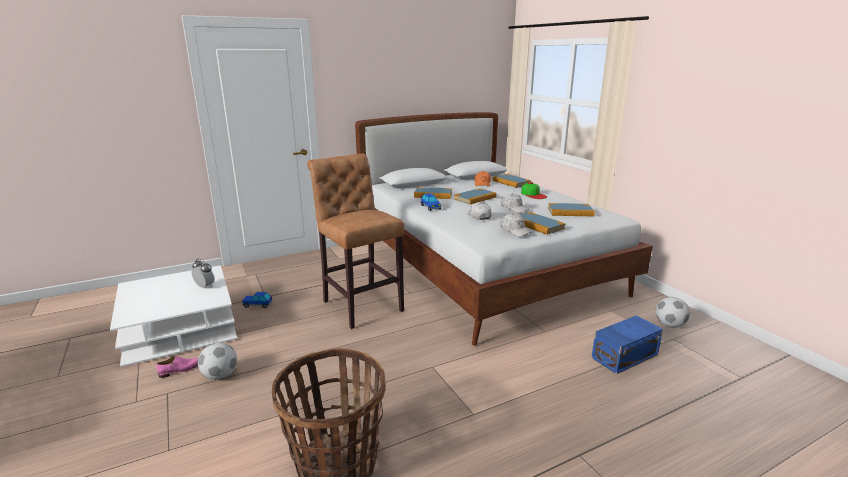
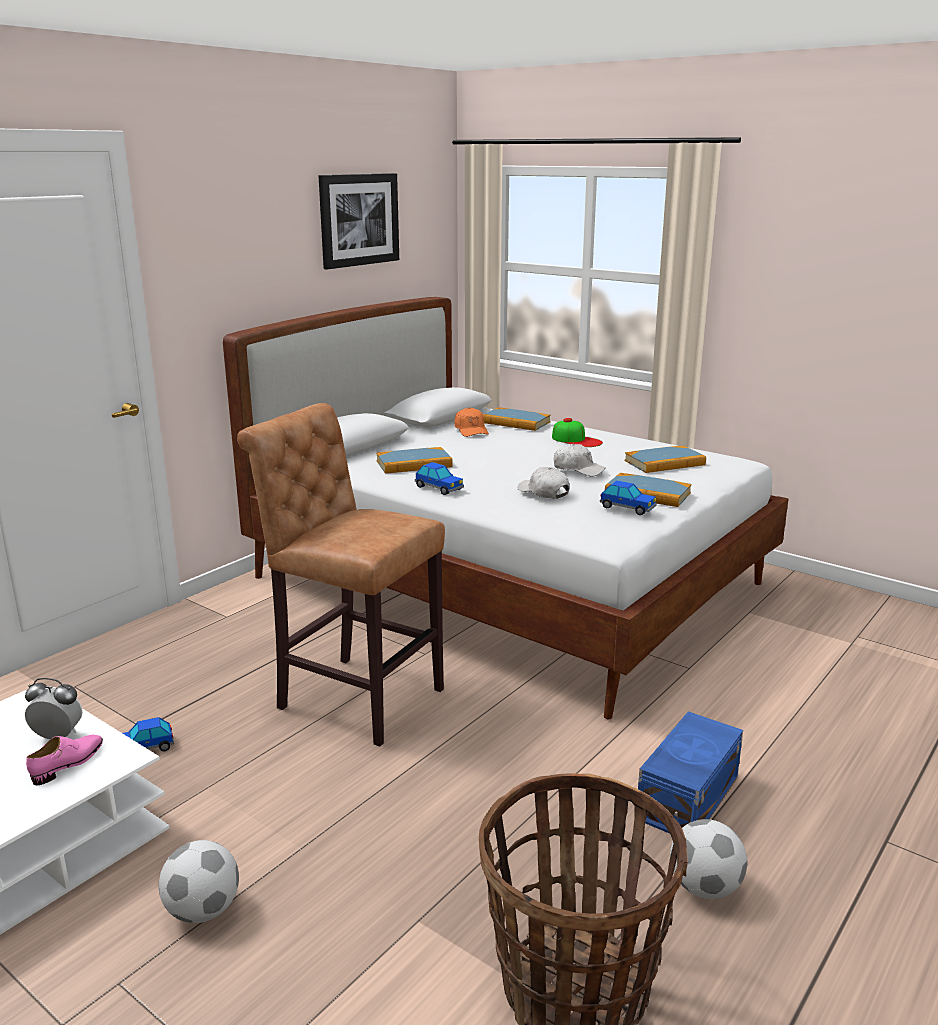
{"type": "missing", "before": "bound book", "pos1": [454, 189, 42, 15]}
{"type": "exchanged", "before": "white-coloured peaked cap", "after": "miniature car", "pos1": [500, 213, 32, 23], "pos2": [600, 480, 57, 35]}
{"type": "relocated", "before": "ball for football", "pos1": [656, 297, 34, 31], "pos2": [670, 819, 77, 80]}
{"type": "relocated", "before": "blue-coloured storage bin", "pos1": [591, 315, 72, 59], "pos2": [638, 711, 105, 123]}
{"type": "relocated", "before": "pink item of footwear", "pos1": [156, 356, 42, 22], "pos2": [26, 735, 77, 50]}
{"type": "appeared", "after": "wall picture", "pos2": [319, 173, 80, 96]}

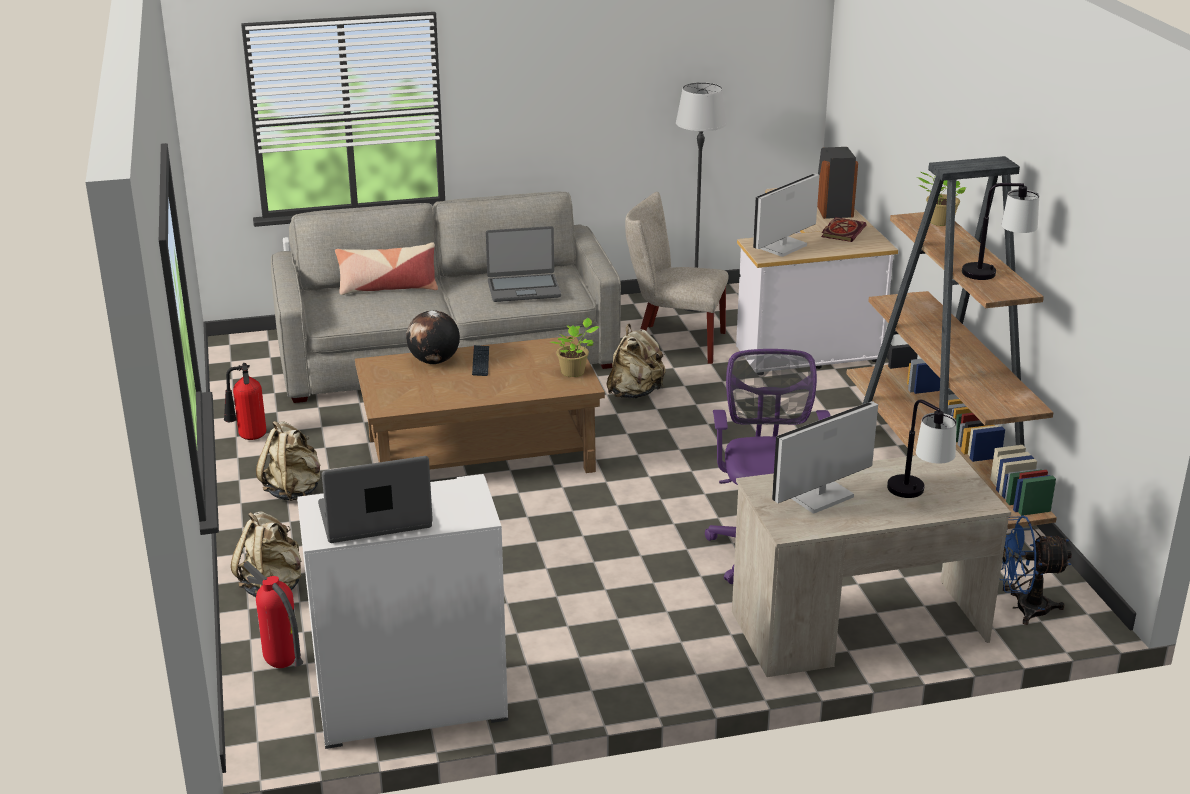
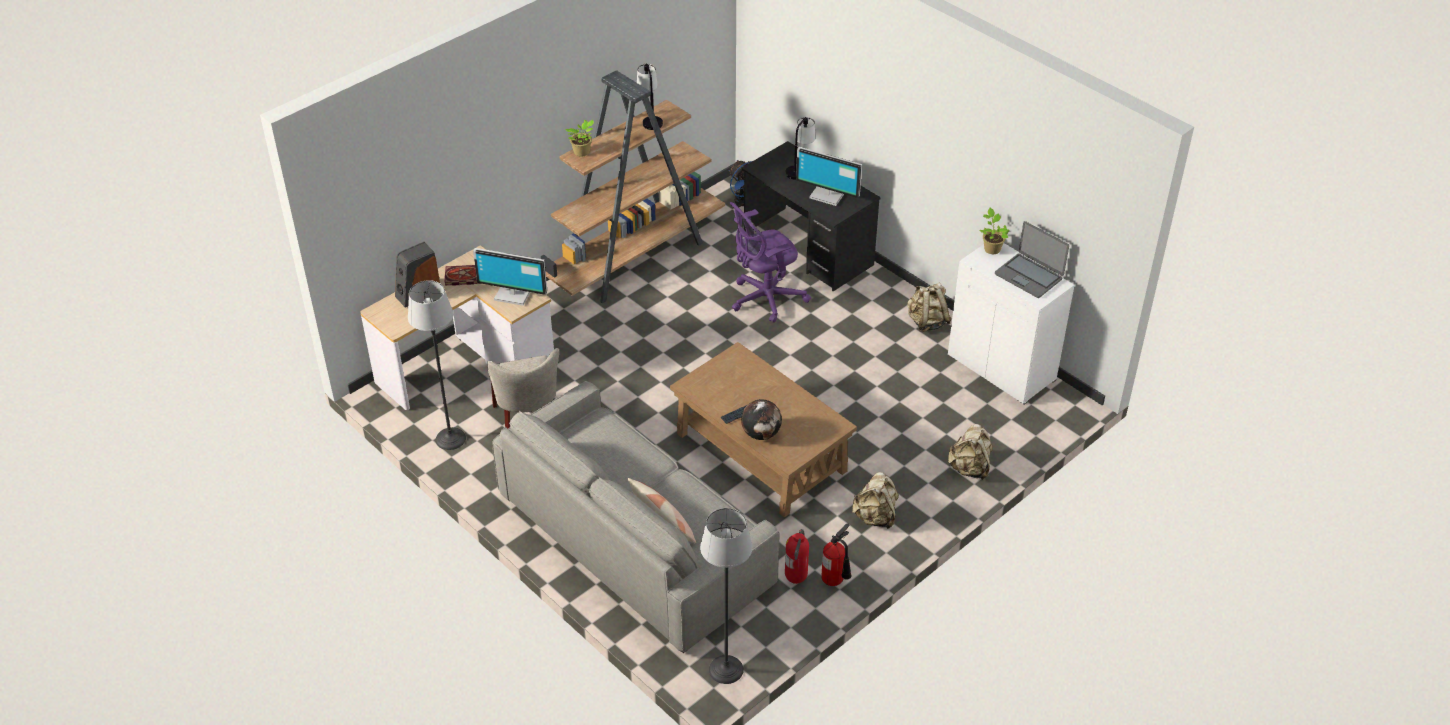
{"type": "missing", "before": "notebook computer", "pos1": [486, 226, 75, 76]}
{"type": "relocated", "before": "potted plant", "pos1": [550, 318, 49, 59], "pos2": [979, 208, 31, 46]}
{"type": "relocated", "before": "beige-coloured knapsack", "pos1": [607, 324, 59, 75], "pos2": [907, 283, 44, 49]}
{"type": "colour", "before": "beige-coloured desk table", "after": "black desk table", "pos1": [732, 450, 279, 227], "pos2": [741, 141, 140, 150]}
{"type": "relocated", "before": "fire extinguisher", "pos1": [243, 561, 60, 107], "pos2": [785, 529, 24, 55]}
{"type": "appeared", "after": "standard lamp", "pos2": [700, 508, 52, 176]}

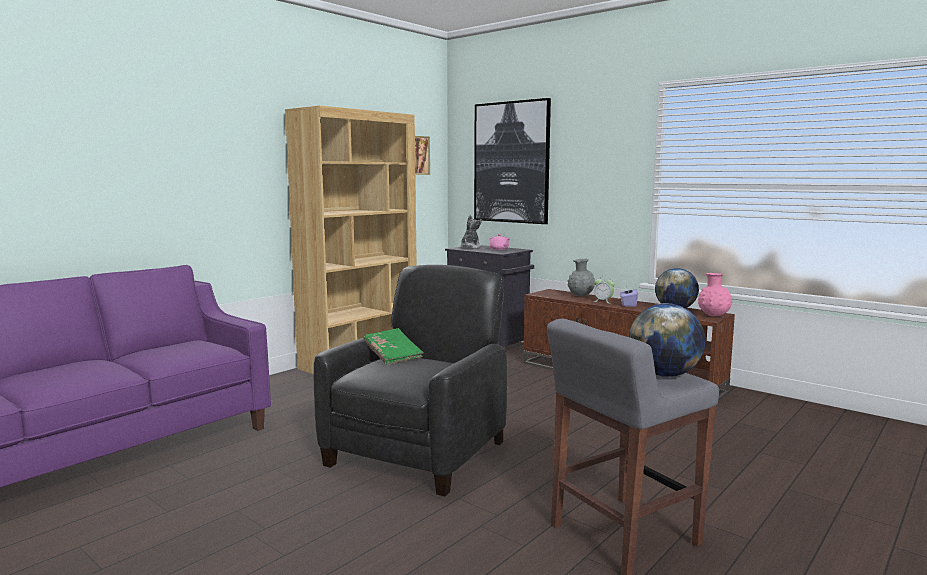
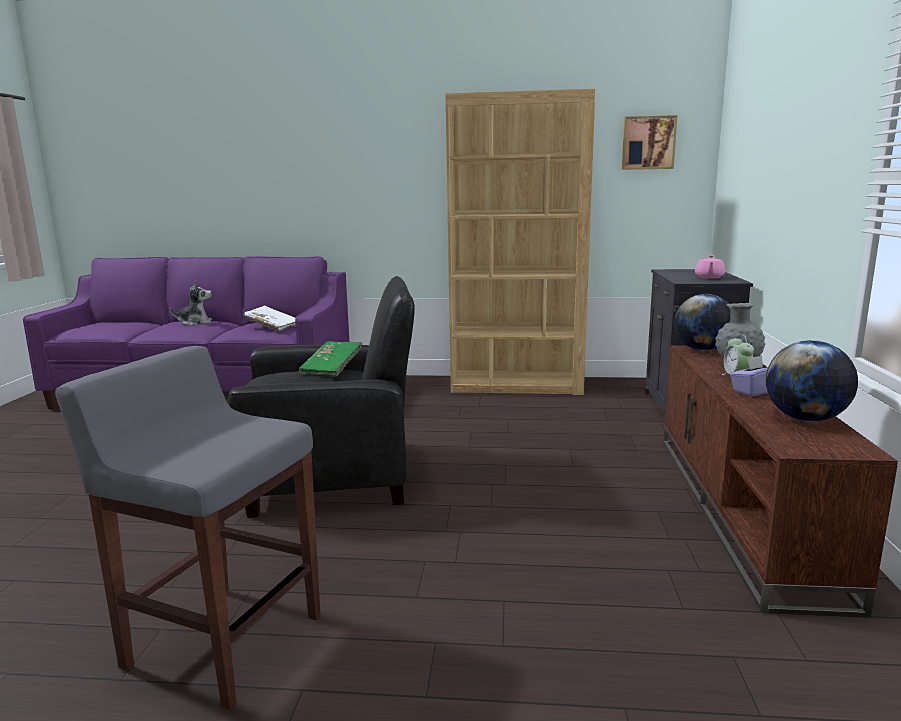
{"type": "missing", "before": "wall picture", "pos1": [474, 98, 77, 126]}
{"type": "relocated", "before": "cuddly toy", "pos1": [460, 215, 22, 34], "pos2": [170, 280, 42, 45]}
{"type": "missing", "before": "pink vase", "pos1": [698, 273, 34, 43]}
{"type": "relocated", "before": "globe", "pos1": [629, 303, 77, 74], "pos2": [674, 294, 56, 57]}
{"type": "appeared", "after": "white-coloured bound book", "pos2": [243, 305, 53, 27]}

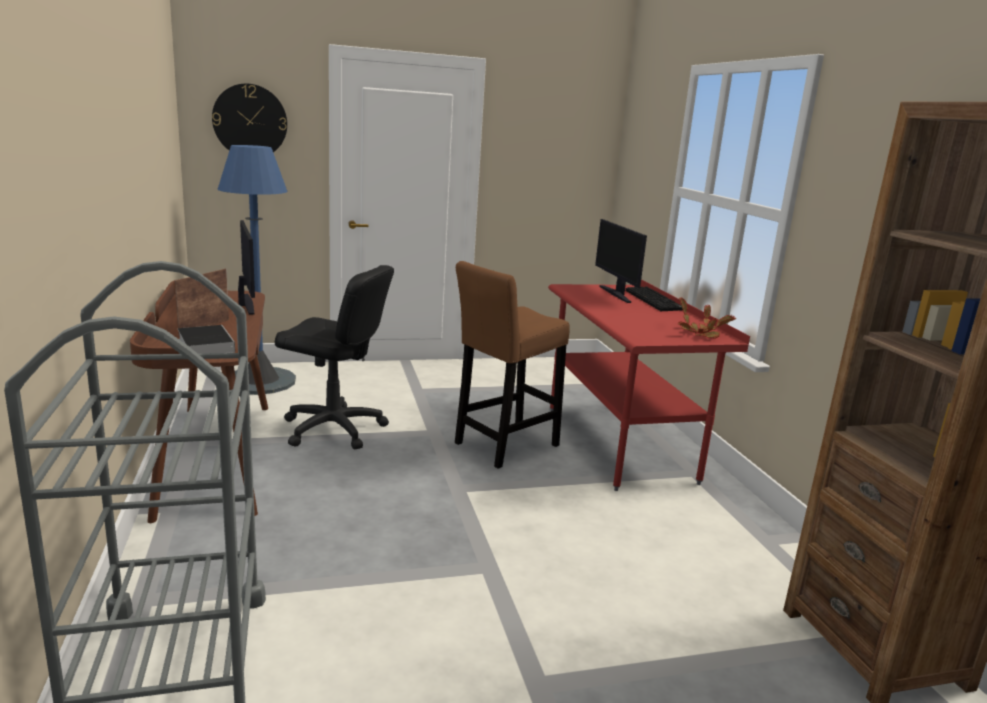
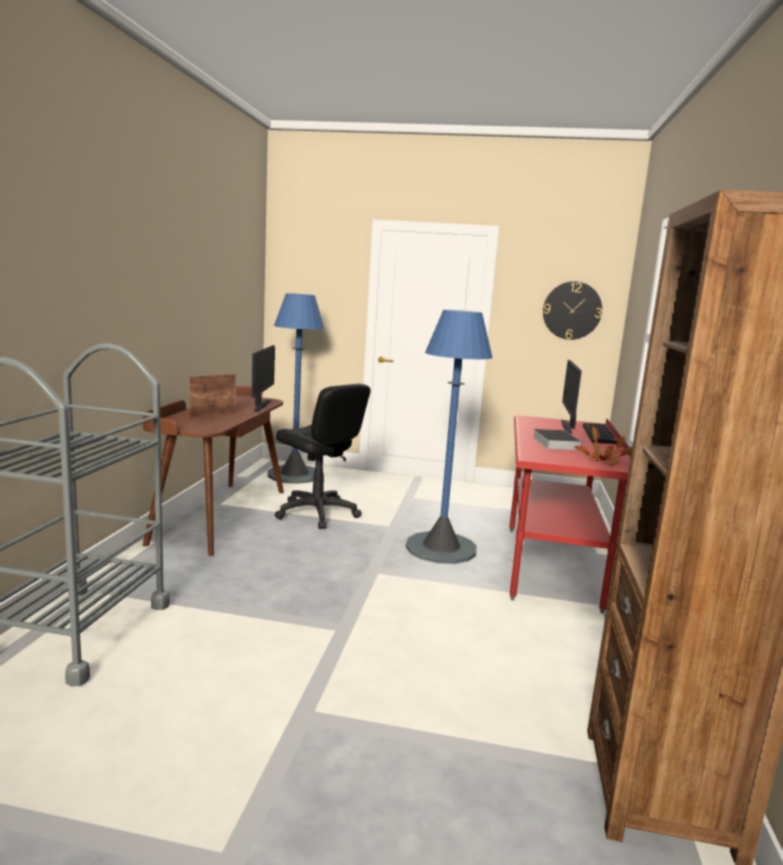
{"type": "relocated", "before": "clock on the wall", "pos1": [212, 84, 75, 68], "pos2": [543, 281, 59, 59]}
{"type": "exchanged", "before": "brownish stool", "after": "blue-coloured standard lamp", "pos1": [455, 261, 115, 208], "pos2": [406, 310, 86, 254]}
{"type": "relocated", "before": "bound book", "pos1": [178, 325, 57, 29], "pos2": [532, 429, 50, 21]}

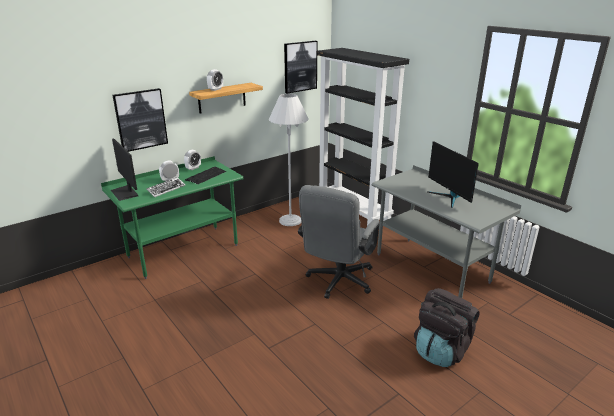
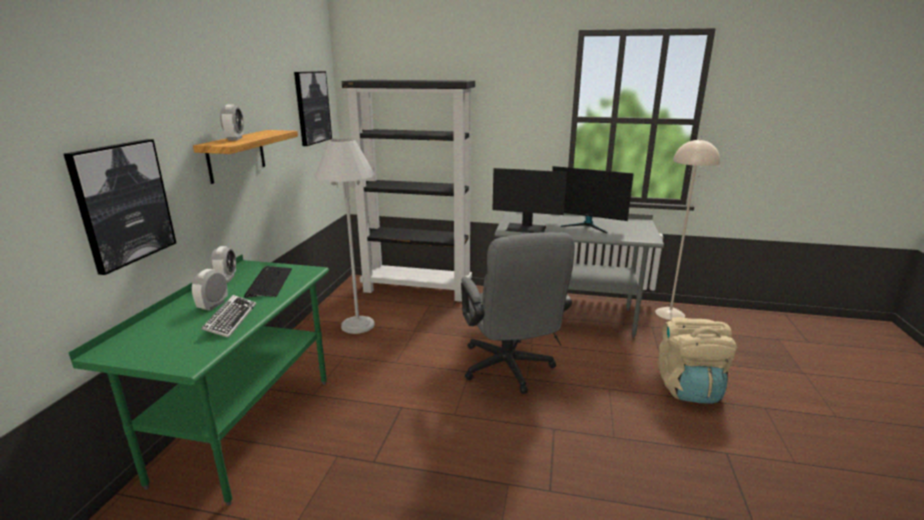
{"type": "relocated", "before": "computer display", "pos1": [111, 138, 27, 63], "pos2": [493, 168, 74, 65]}
{"type": "colour", "before": "black knapsack", "after": "beige-coloured knapsack", "pos1": [414, 288, 66, 79], "pos2": [658, 317, 79, 86]}
{"type": "appeared", "after": "beige-coloured standard lamp", "pos2": [655, 139, 65, 181]}

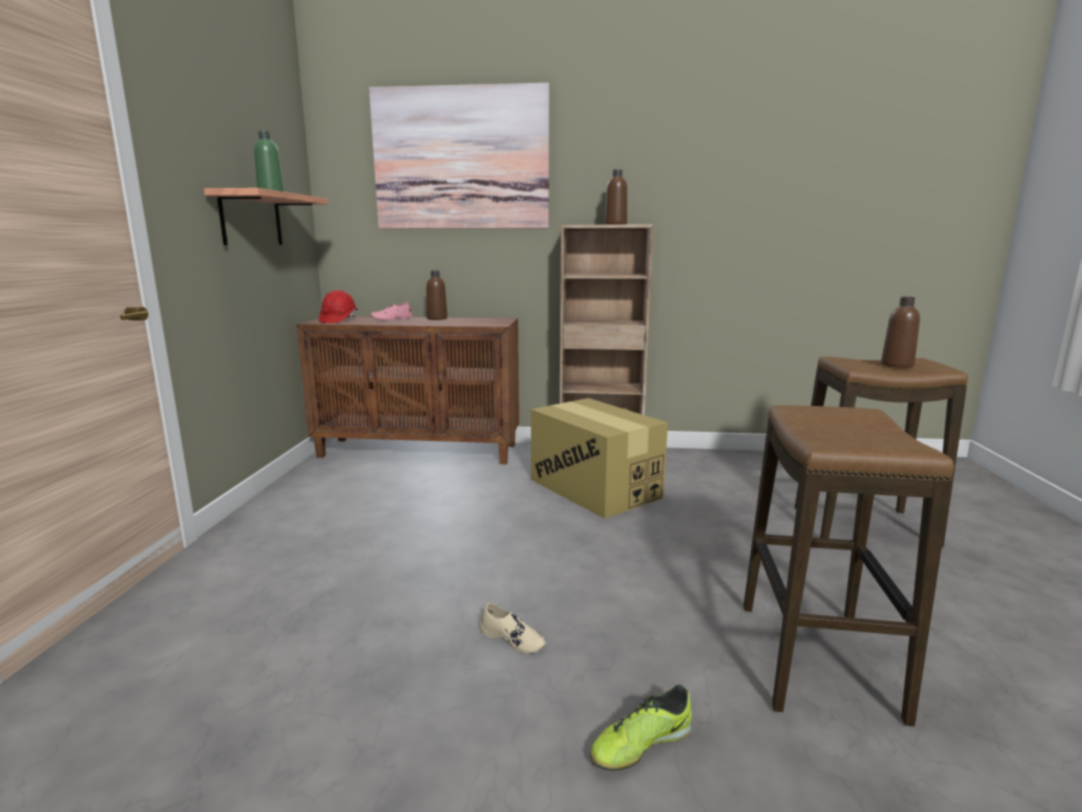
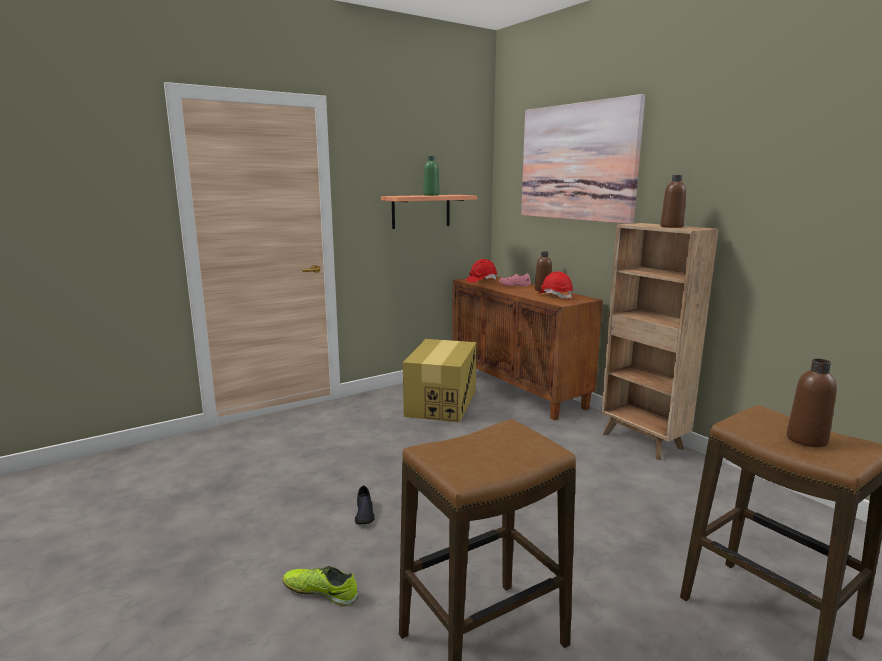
{"type": "relocated", "before": "cardboard box", "pos1": [531, 398, 137, 121], "pos2": [403, 339, 73, 84]}
{"type": "colour", "before": "beige-coloured item of footwear", "after": "black item of footwear", "pos1": [480, 603, 66, 50], "pos2": [355, 485, 20, 40]}
{"type": "appeared", "after": "red-coloured hard hat", "pos2": [537, 271, 37, 28]}

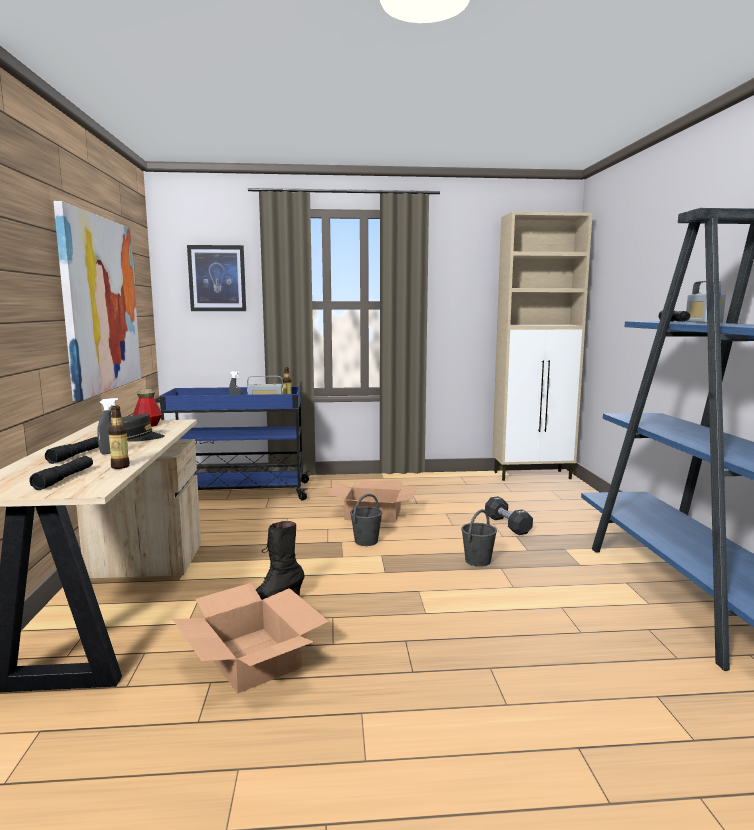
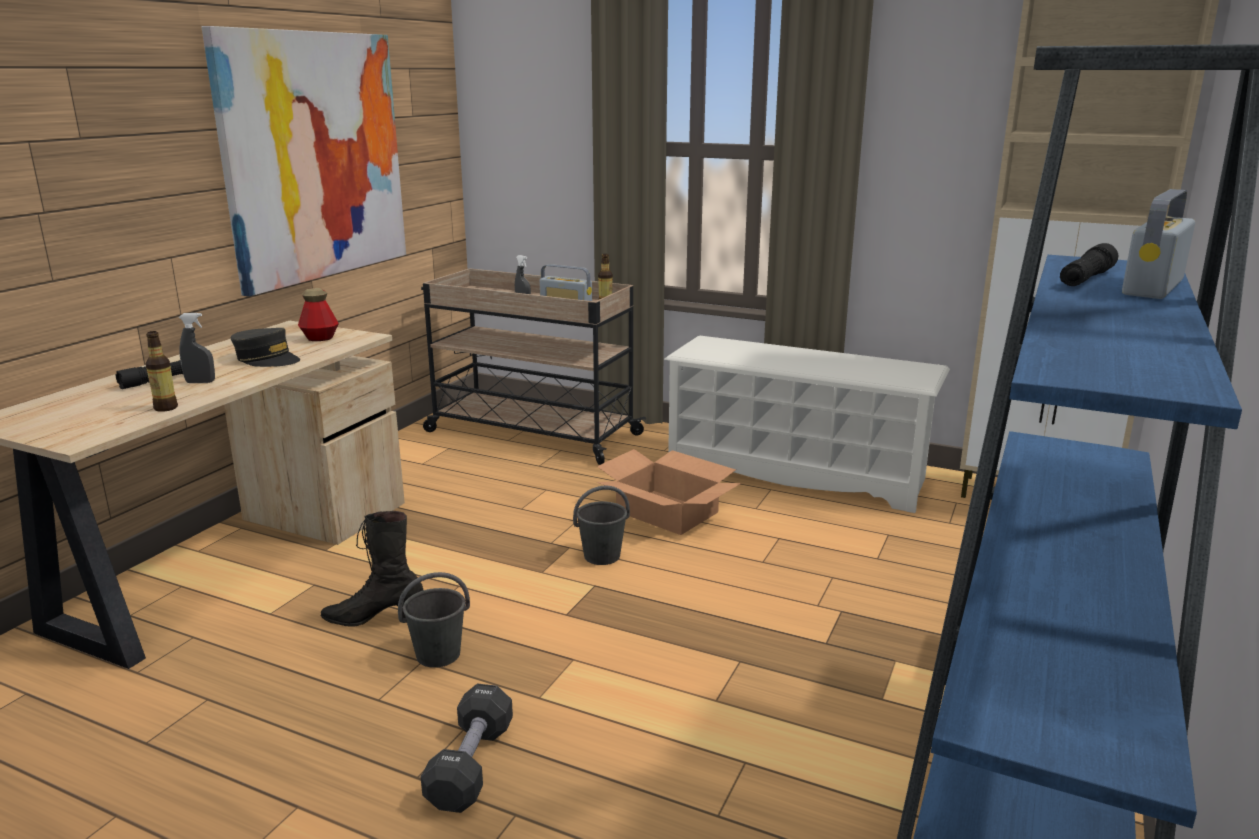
{"type": "missing", "before": "wall picture", "pos1": [187, 245, 59, 66]}
{"type": "colour", "before": "blue-coloured wheeled cart", "after": "beige-coloured wheeled cart", "pos1": [155, 387, 155, 114], "pos2": [421, 268, 225, 197]}
{"type": "missing", "before": "black hand torch", "pos1": [29, 456, 64, 34]}
{"type": "relocated", "before": "black free weight", "pos1": [485, 496, 48, 39], "pos2": [421, 684, 92, 129]}
{"type": "relocated", "before": "grey pail", "pos1": [461, 509, 36, 58], "pos2": [398, 572, 72, 96]}
{"type": "missing", "before": "cardboard box", "pos1": [172, 583, 157, 111]}
{"type": "appeared", "after": "white-coloured shoe shelf", "pos2": [664, 335, 286, 178]}

